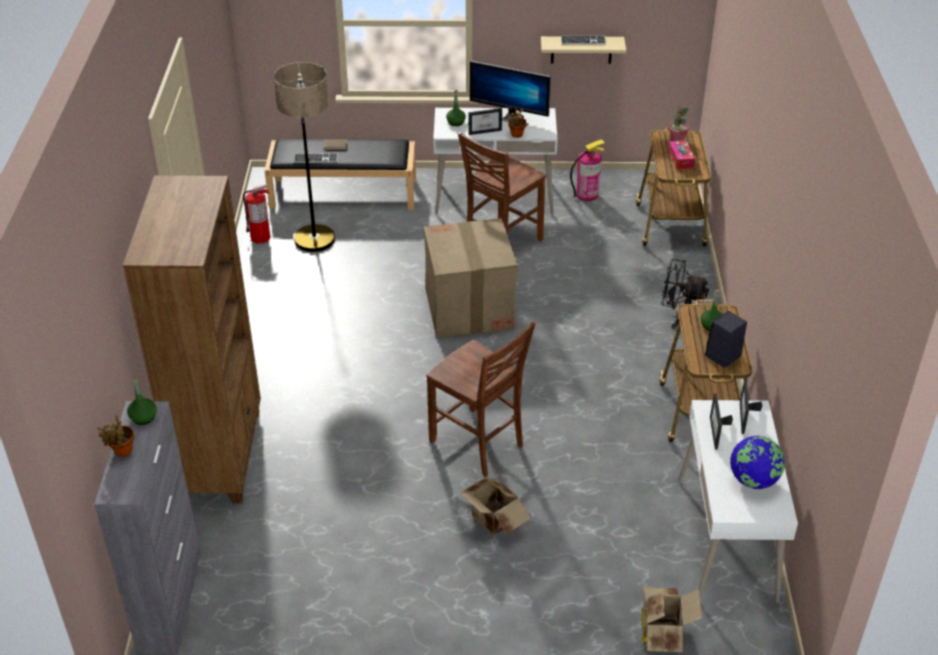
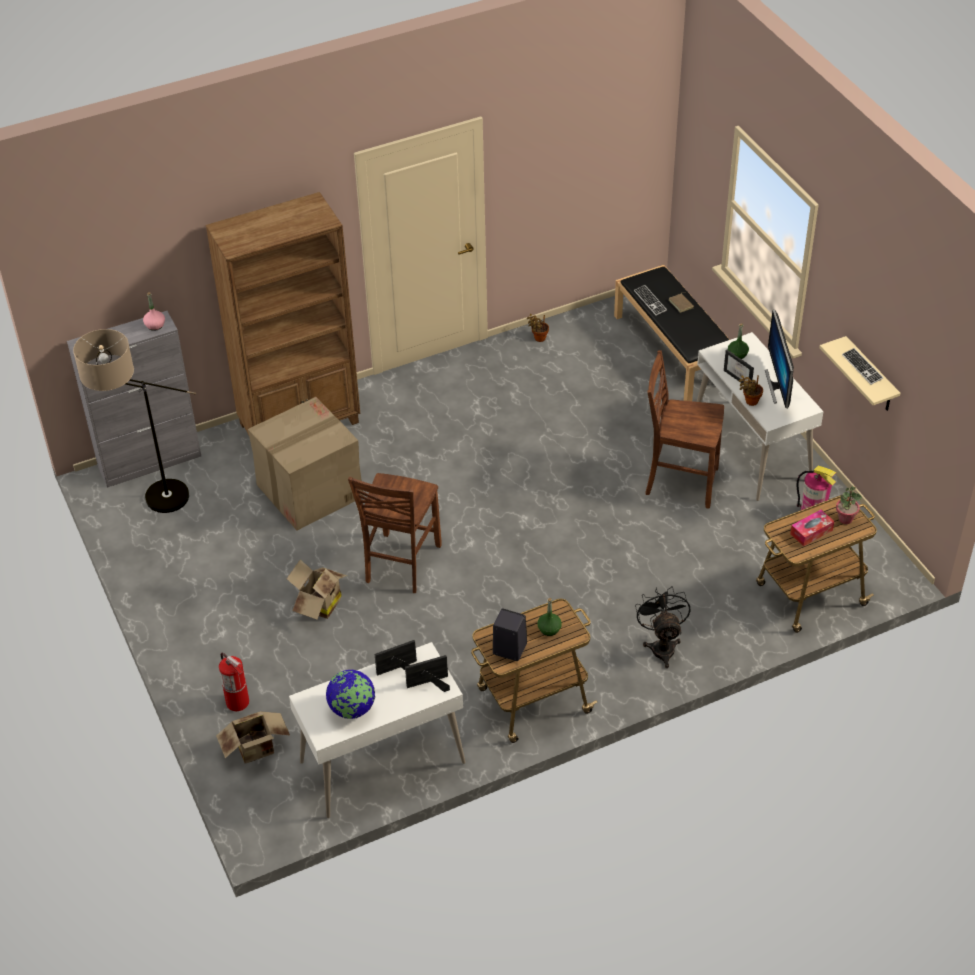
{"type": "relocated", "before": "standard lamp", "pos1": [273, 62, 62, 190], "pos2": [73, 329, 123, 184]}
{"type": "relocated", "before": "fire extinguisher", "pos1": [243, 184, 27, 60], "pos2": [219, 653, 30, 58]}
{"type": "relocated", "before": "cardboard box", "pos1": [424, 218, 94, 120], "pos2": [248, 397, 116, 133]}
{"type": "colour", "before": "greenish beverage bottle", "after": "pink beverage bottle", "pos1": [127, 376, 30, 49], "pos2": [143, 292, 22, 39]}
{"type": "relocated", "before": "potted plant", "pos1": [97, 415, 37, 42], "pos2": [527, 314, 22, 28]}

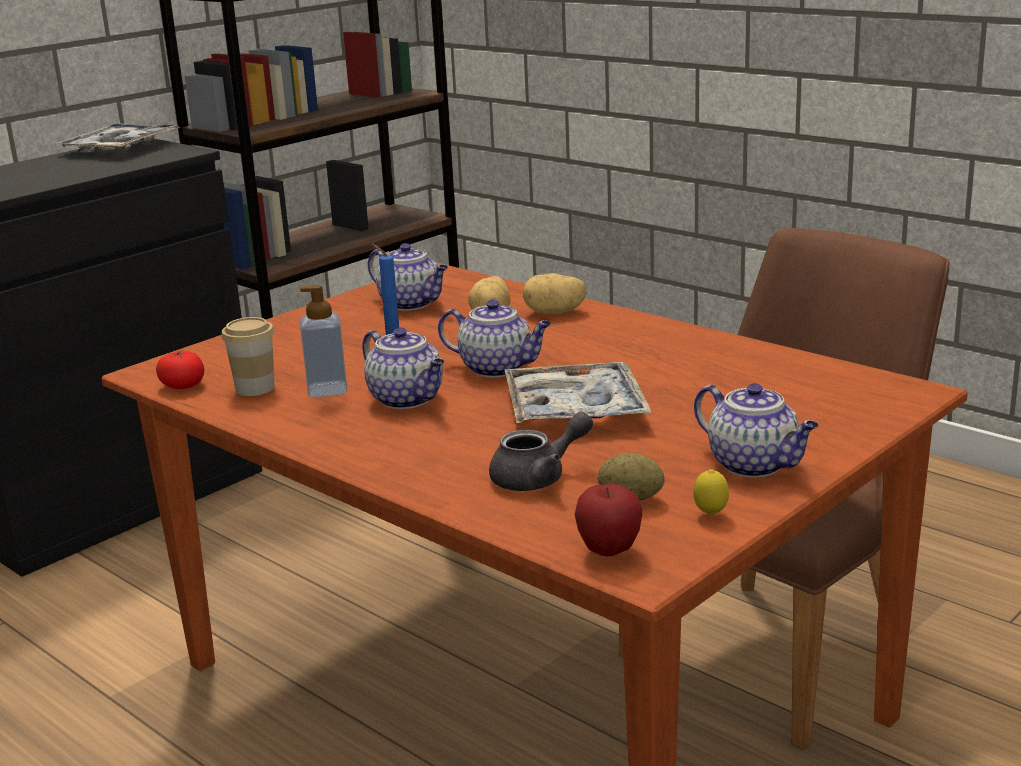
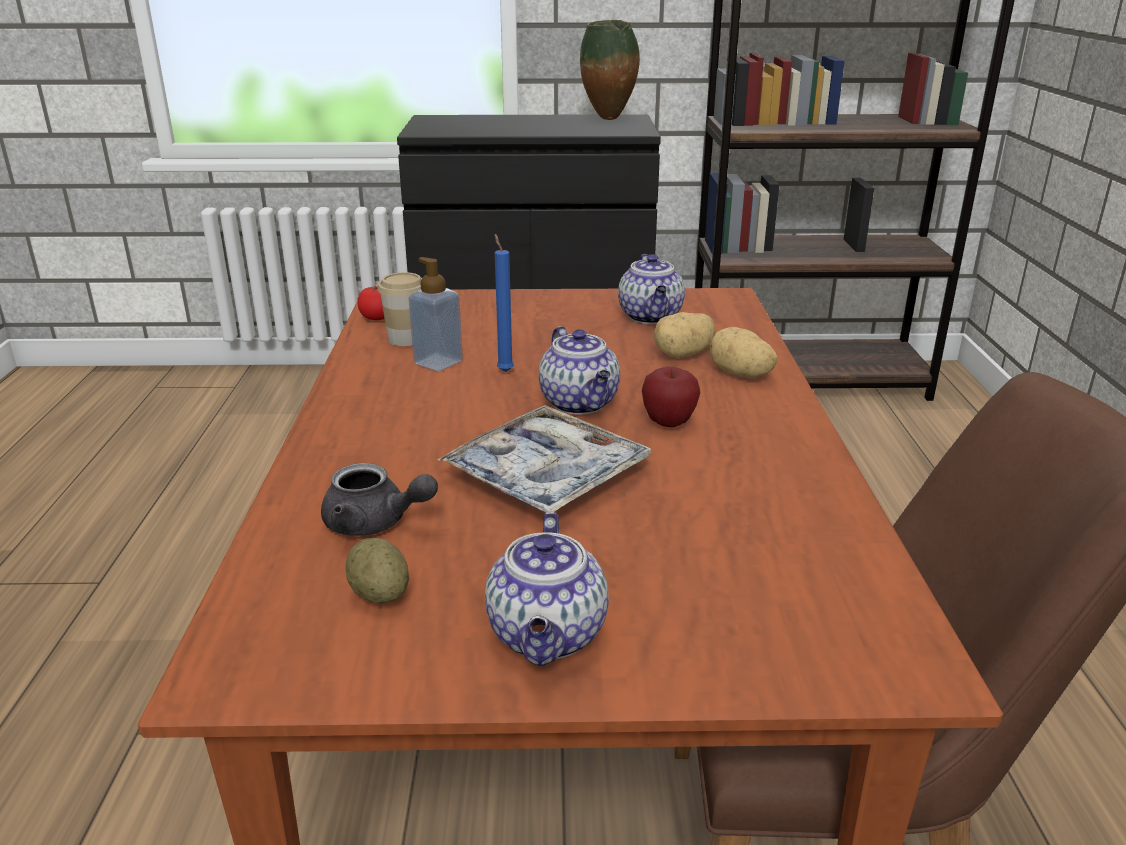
{"type": "exchanged", "before": "carrying tray", "after": "vase", "pos1": [58, 123, 123, 29], "pos2": [580, 20, 60, 100]}
{"type": "missing", "before": "teapot", "pos1": [362, 327, 82, 82]}
{"type": "missing", "before": "citrus fruit", "pos1": [693, 469, 36, 46]}
{"type": "relocated", "before": "whole apple", "pos1": [575, 484, 67, 72], "pos2": [642, 366, 58, 61]}

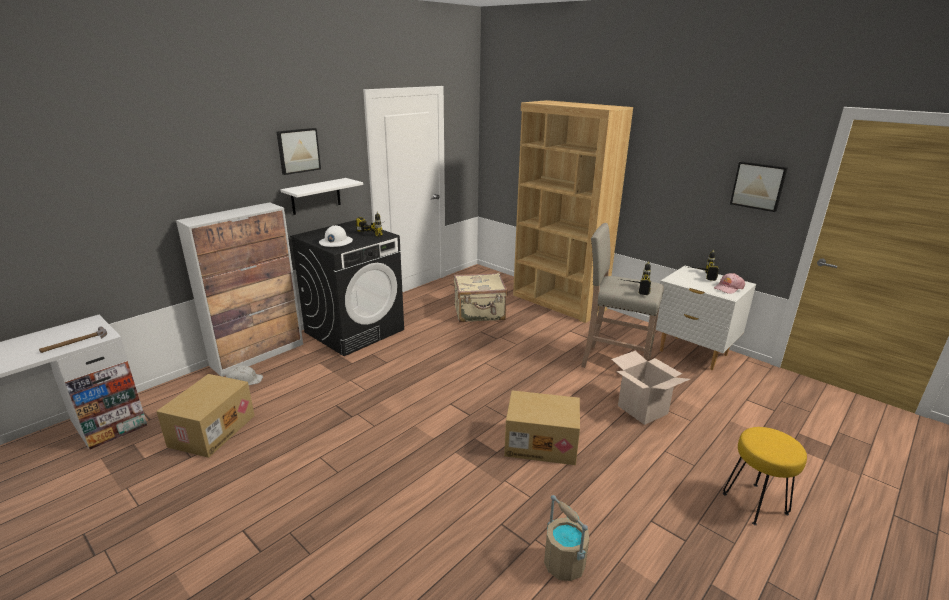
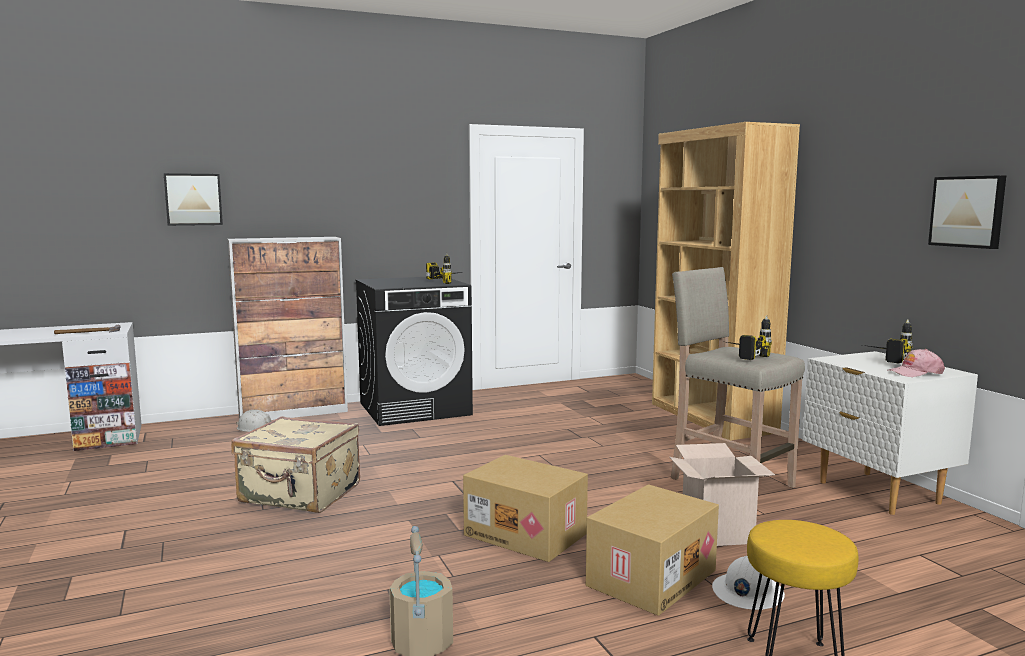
{"type": "relocated", "before": "wall picture", "pos1": [277, 128, 44, 47], "pos2": [164, 173, 59, 53]}
{"type": "missing", "before": "white-coloured shelf", "pos1": [280, 178, 83, 37]}
{"type": "relocated", "before": "white-coloured hard hat", "pos1": [319, 225, 34, 22], "pos2": [712, 556, 73, 54]}
{"type": "relocated", "before": "beige-coloured travel case", "pos1": [454, 273, 54, 49], "pos2": [231, 416, 129, 97]}
{"type": "relocated", "before": "cardboard box", "pos1": [156, 374, 99, 84], "pos2": [586, 484, 133, 132]}

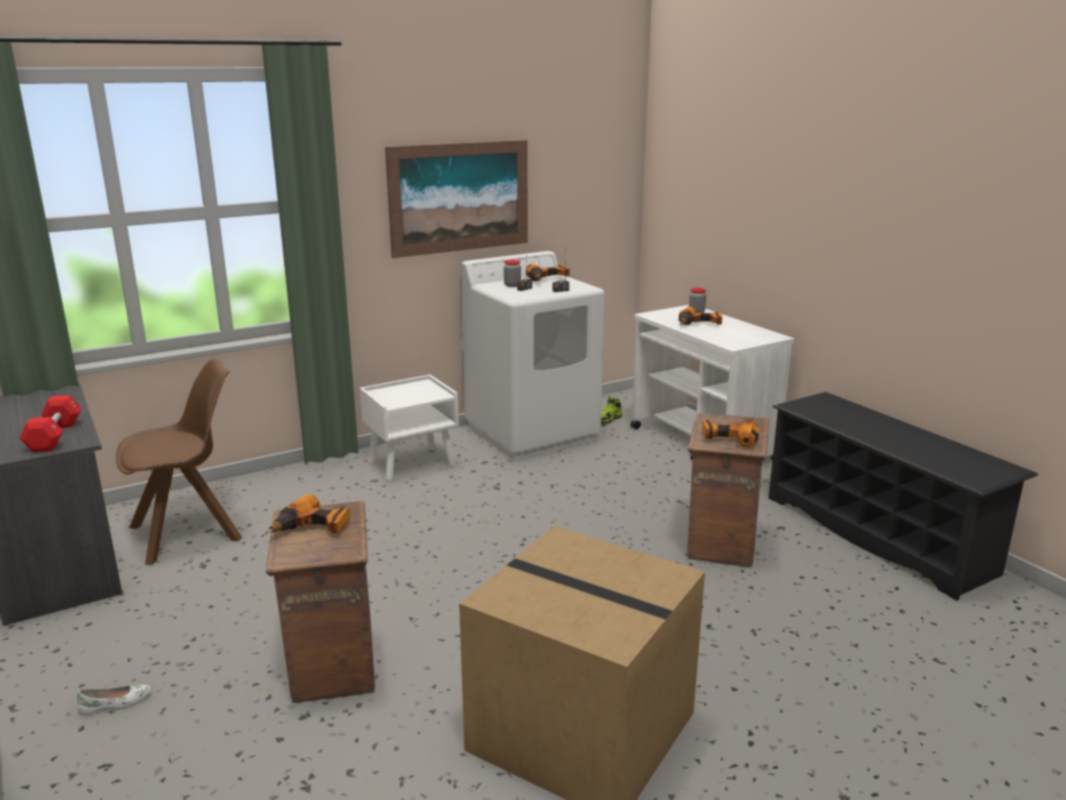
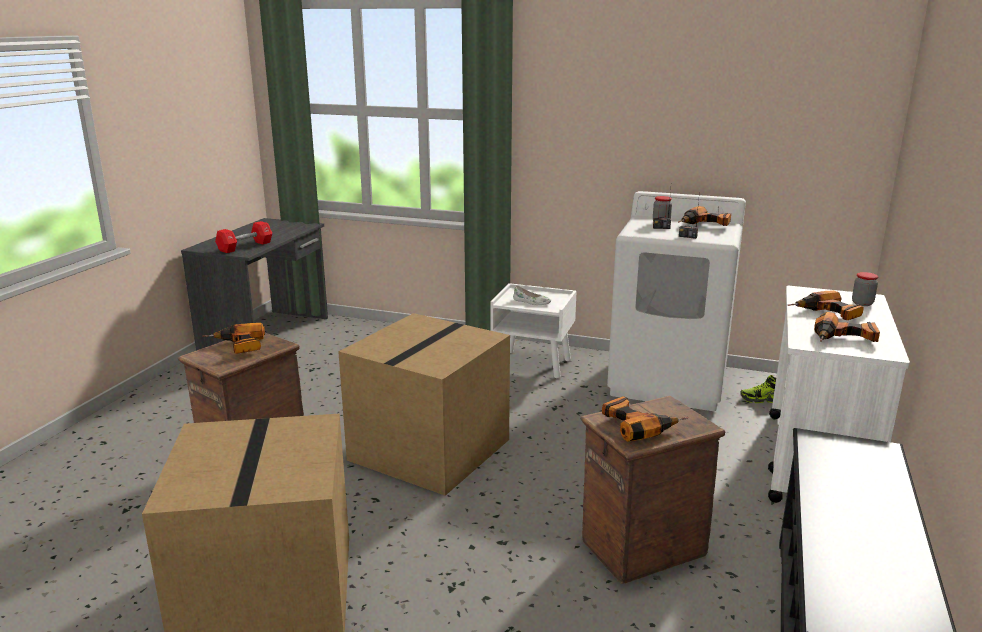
{"type": "missing", "before": "wall picture", "pos1": [385, 140, 143, 118]}
{"type": "missing", "before": "brownish upright chair", "pos1": [116, 359, 126, 206]}
{"type": "relocated", "before": "white-coloured item of footwear", "pos1": [77, 685, 74, 30], "pos2": [513, 285, 38, 20]}
{"type": "appeared", "after": "electric drill", "pos2": [814, 312, 66, 30]}
{"type": "appeared", "after": "cardboard box", "pos2": [338, 313, 172, 183]}

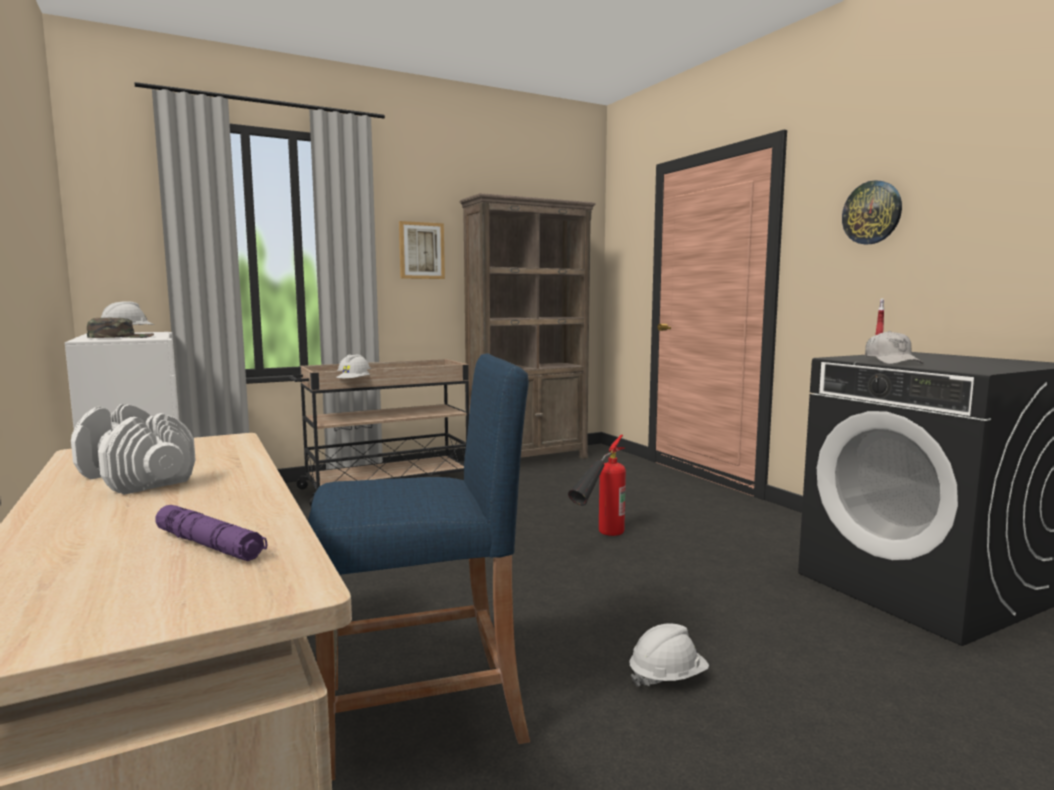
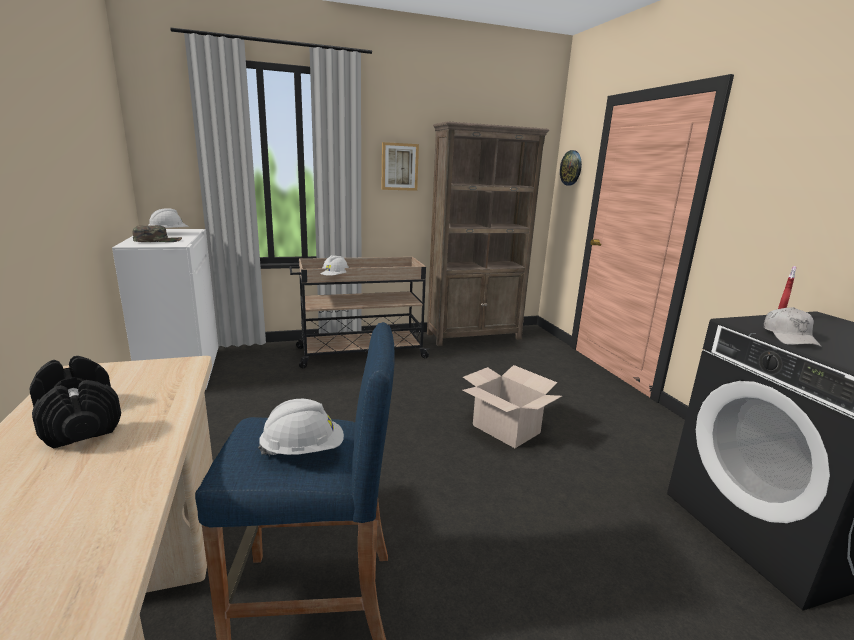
{"type": "relocated", "before": "clock on the wall", "pos1": [842, 180, 60, 64], "pos2": [560, 150, 22, 36]}
{"type": "colour", "before": "white-coloured free weight", "after": "black free weight", "pos1": [71, 404, 125, 91], "pos2": [30, 356, 91, 93]}
{"type": "exchanged", "before": "fire extinguisher", "after": "cardboard box", "pos1": [568, 435, 58, 101], "pos2": [463, 365, 99, 83]}
{"type": "missing", "before": "purplish hand torch", "pos1": [155, 505, 113, 56]}
{"type": "relocated", "before": "white-coloured hard hat", "pos1": [629, 623, 80, 64], "pos2": [258, 399, 86, 57]}

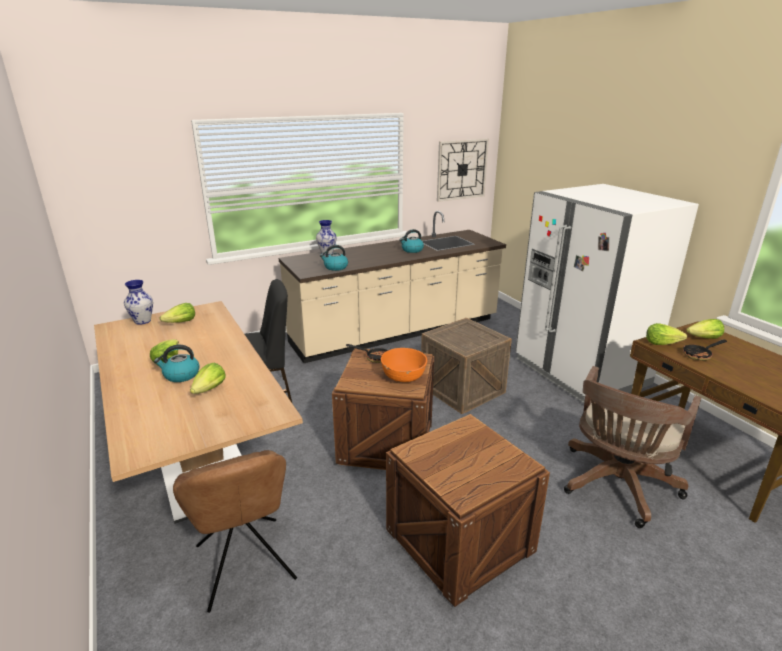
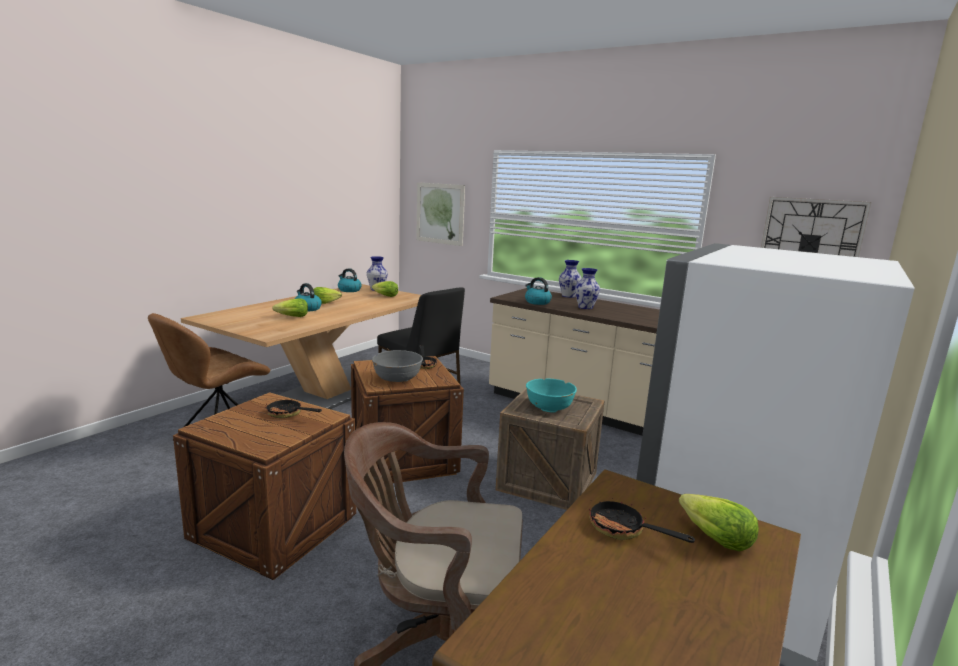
{"type": "relocated", "before": "kettle", "pos1": [400, 229, 24, 24], "pos2": [338, 268, 24, 24]}
{"type": "missing", "before": "lettuce head", "pos1": [646, 323, 41, 22]}
{"type": "colour", "before": "orange serving bowl", "after": "grey serving bowl", "pos1": [381, 348, 46, 34], "pos2": [372, 350, 51, 32]}
{"type": "appeared", "after": "wall picture", "pos2": [416, 182, 49, 64]}
{"type": "appeared", "after": "vase", "pos2": [575, 268, 25, 41]}
{"type": "appeared", "after": "blue-green serving bowl", "pos2": [526, 378, 51, 35]}
{"type": "appeared", "after": "frying pan", "pos2": [266, 399, 56, 20]}

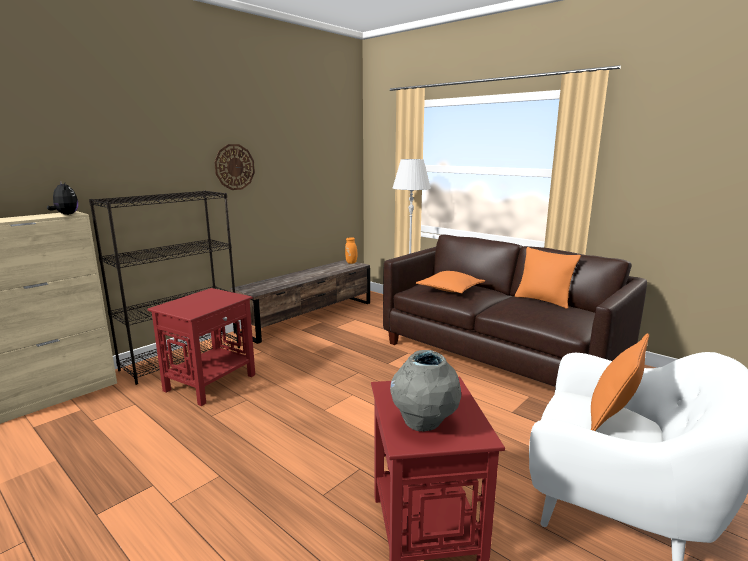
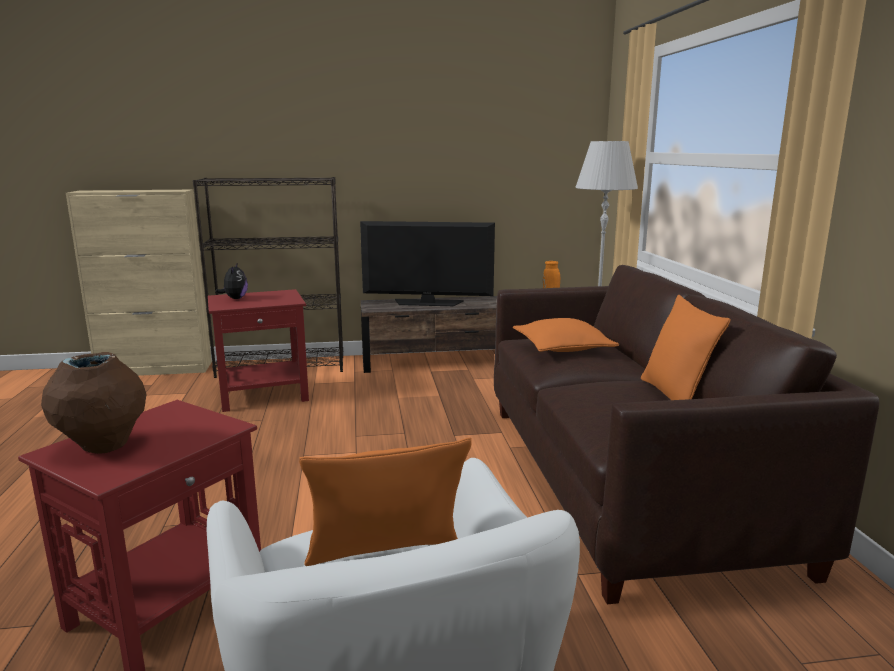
{"type": "missing", "before": "clock on the wall", "pos1": [214, 144, 41, 46]}
{"type": "relocated", "before": "cuddly toy", "pos1": [47, 182, 31, 33], "pos2": [215, 262, 33, 37]}
{"type": "colour", "before": "grey vase", "after": "brownish vase", "pos1": [390, 350, 71, 82], "pos2": [41, 352, 106, 102]}
{"type": "appeared", "after": "TV", "pos2": [360, 221, 135, 85]}

